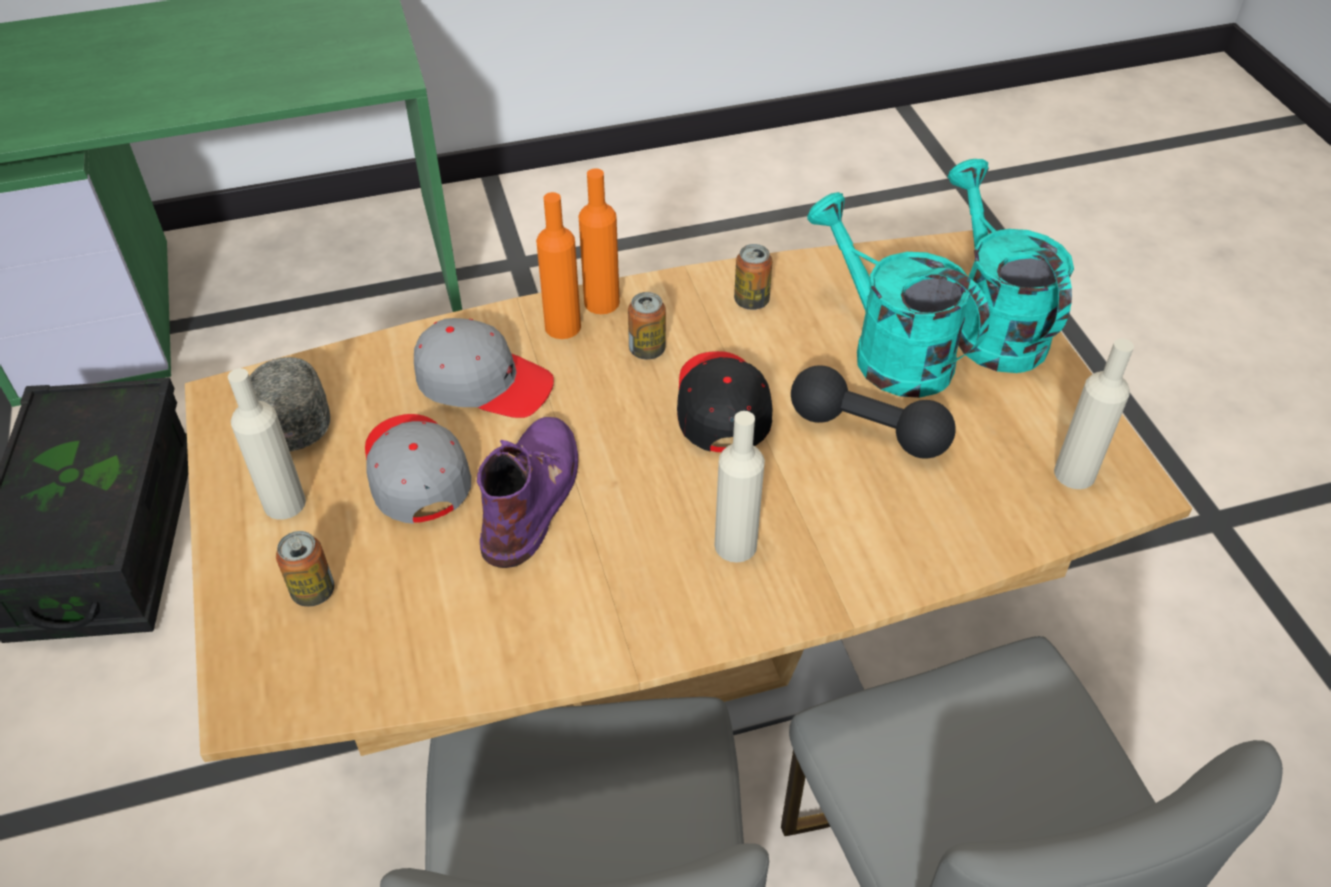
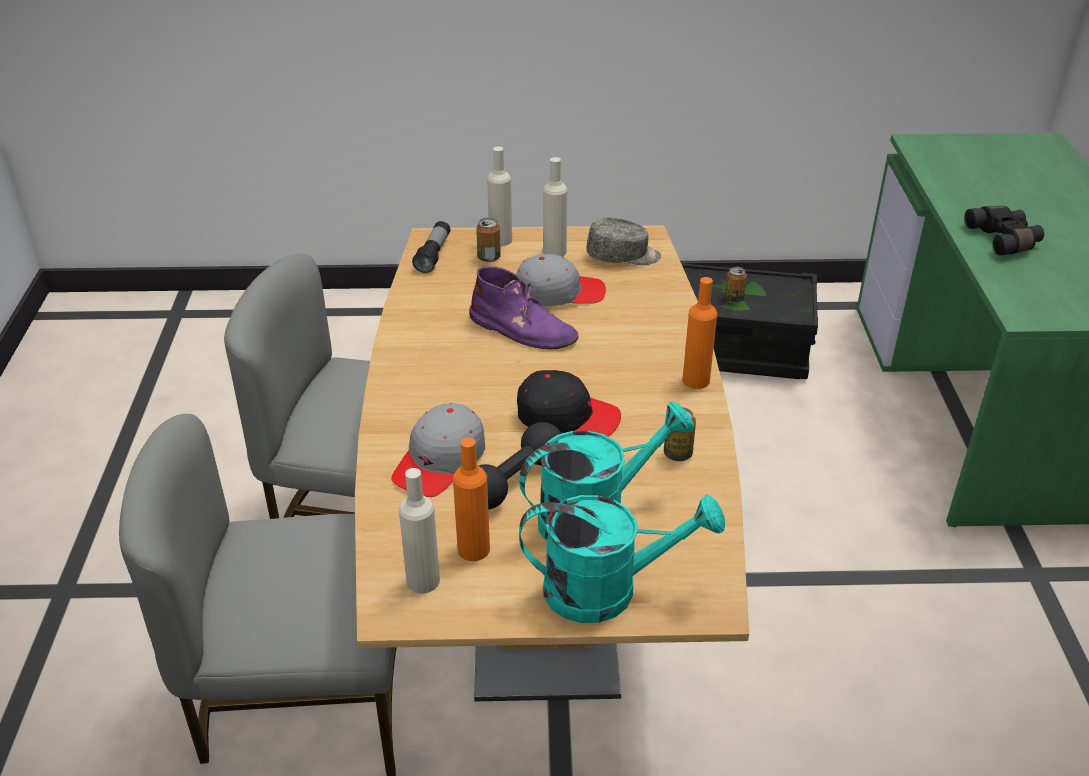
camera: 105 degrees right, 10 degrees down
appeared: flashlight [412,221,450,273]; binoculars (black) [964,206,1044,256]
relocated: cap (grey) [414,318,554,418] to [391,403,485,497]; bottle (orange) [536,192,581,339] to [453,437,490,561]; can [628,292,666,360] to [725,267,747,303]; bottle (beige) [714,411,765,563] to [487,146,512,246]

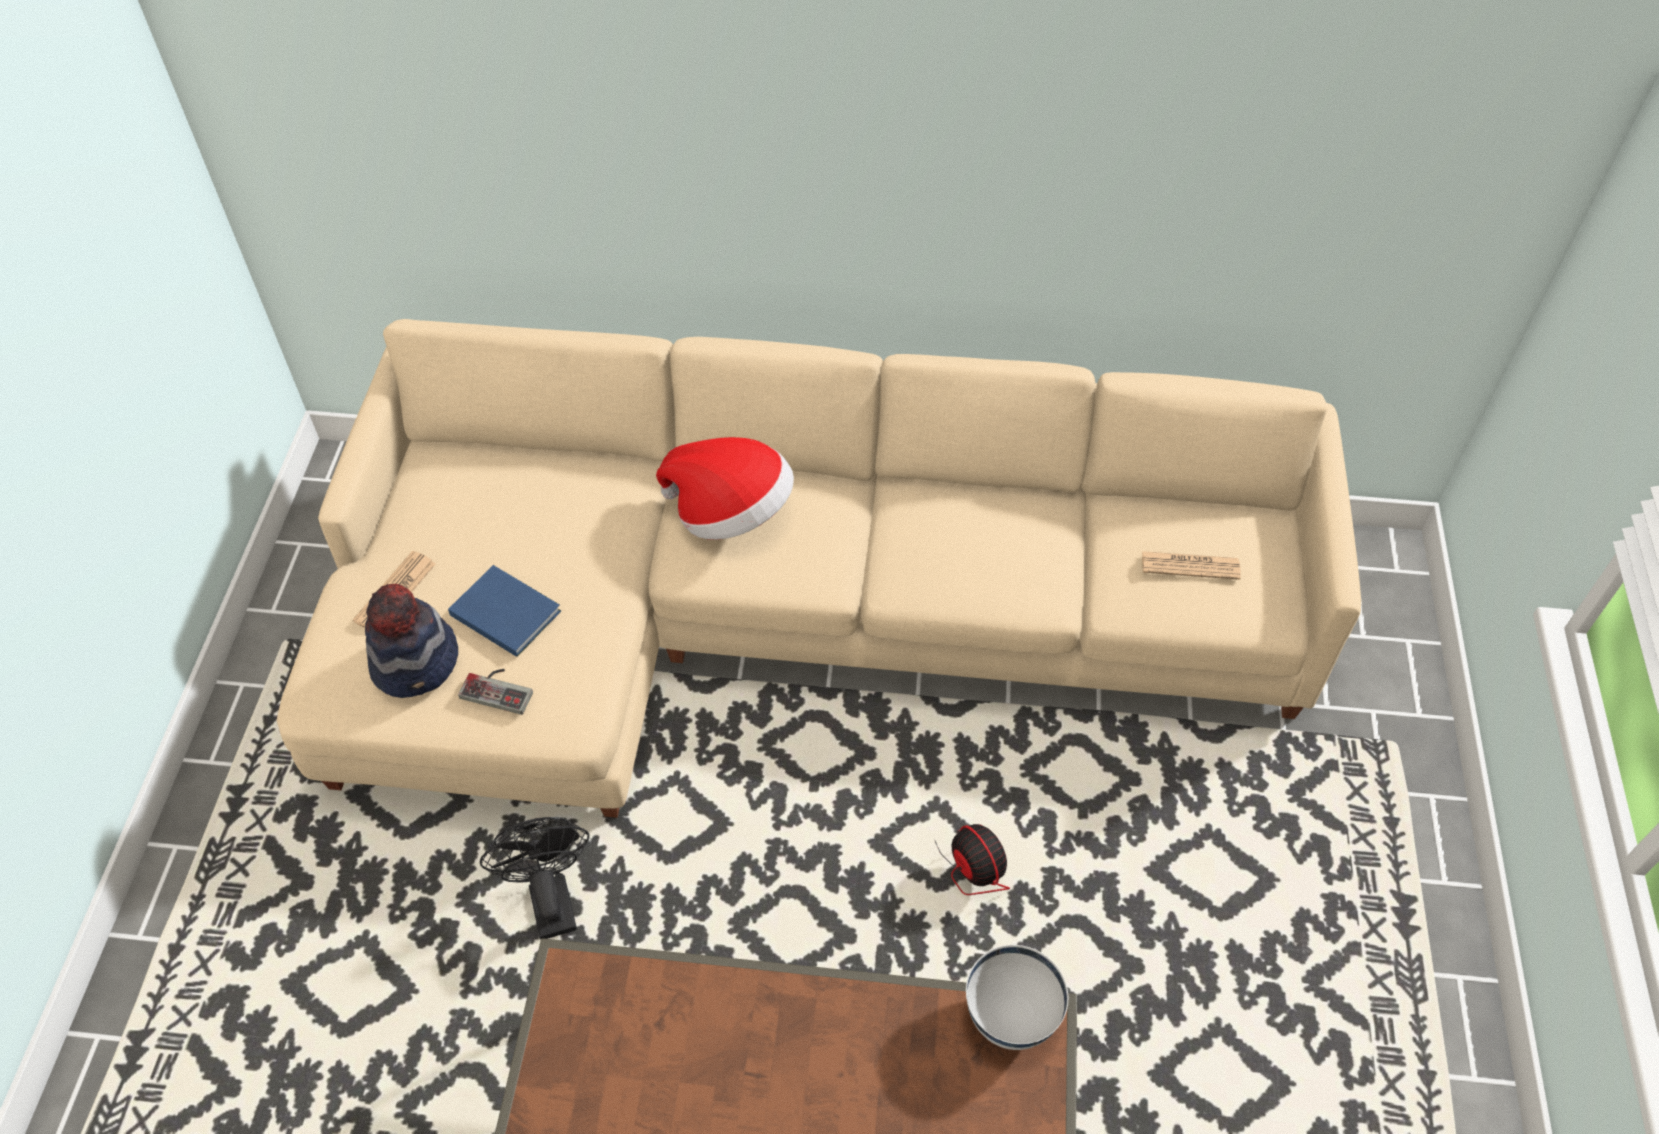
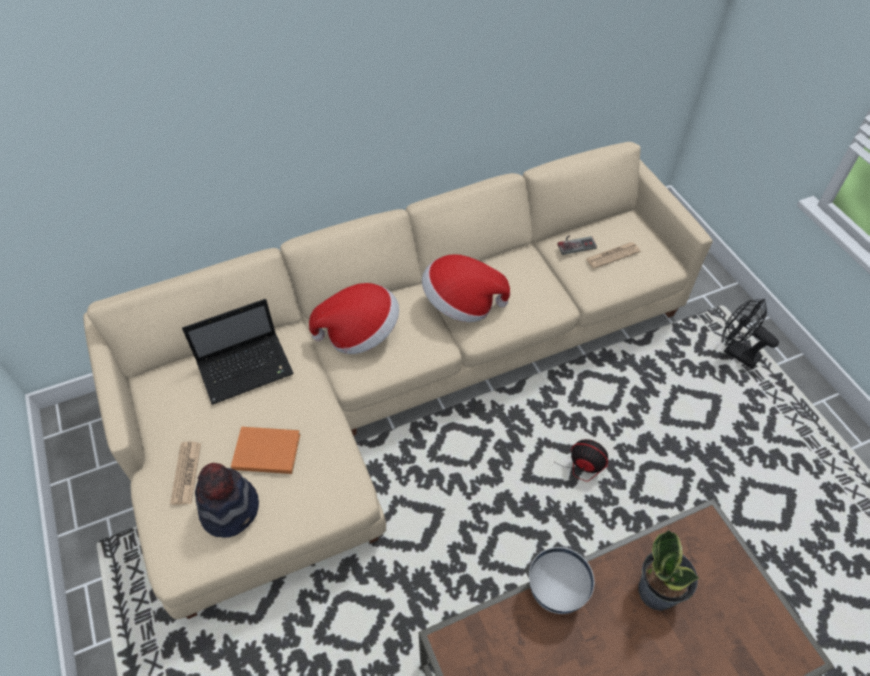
camera: 30 degrees left, 0 degrees up
appeared: laptop [182,299,294,405]; hat [422,254,510,322]; potted plant [638,529,699,611]
relocated: game controller [458,669,533,715] to [558,235,597,255]; fan (black) [480,817,590,939] to [723,299,779,369]; bowl (white) [966,945,1068,1050] to [529,547,594,614]
colour: book (blue) [448,565,561,657] to book (orange) [231,427,300,474]

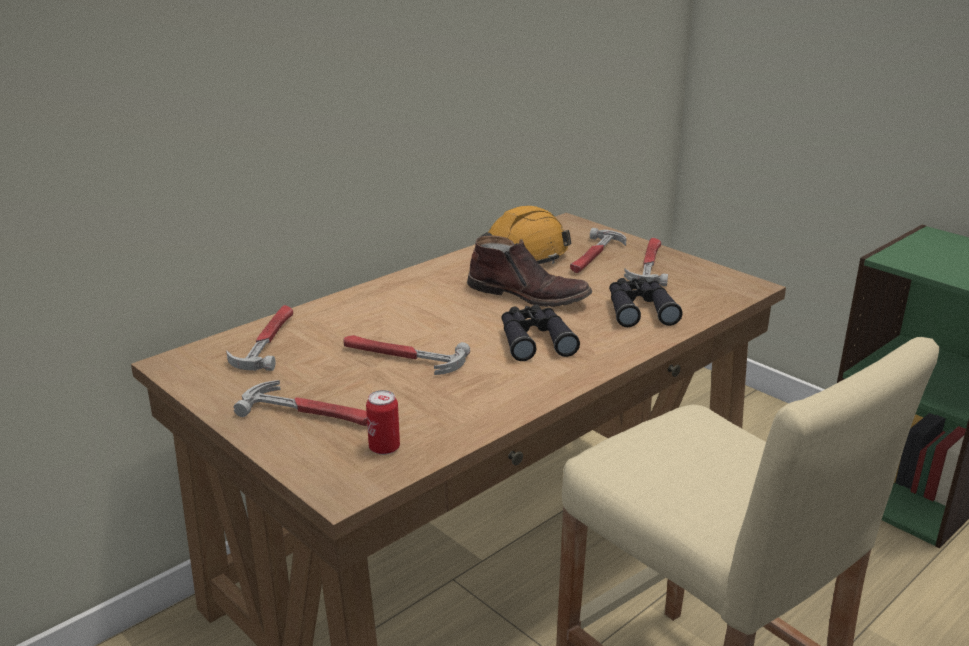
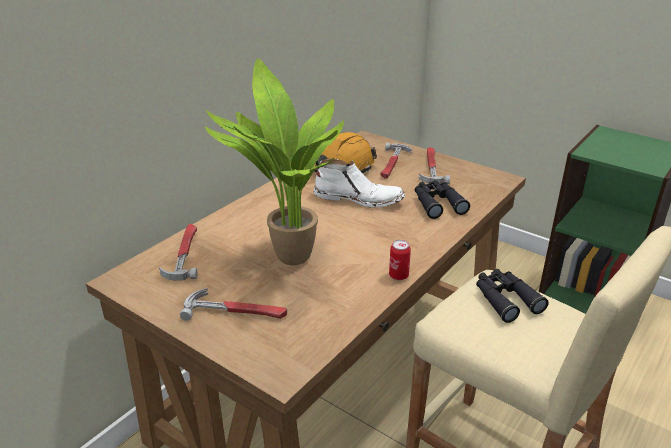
camera: 10 degrees left, 5 degrees up
relocated: can [366,390,400,455] to [389,240,411,280]; binoculars (black) [501,305,580,361] to [476,269,549,323]
exchanged: hammer [344,335,470,375] to potted plant [205,59,344,265]
colour: boot (brown) [467,235,592,307] to boot (white) [314,159,405,208]

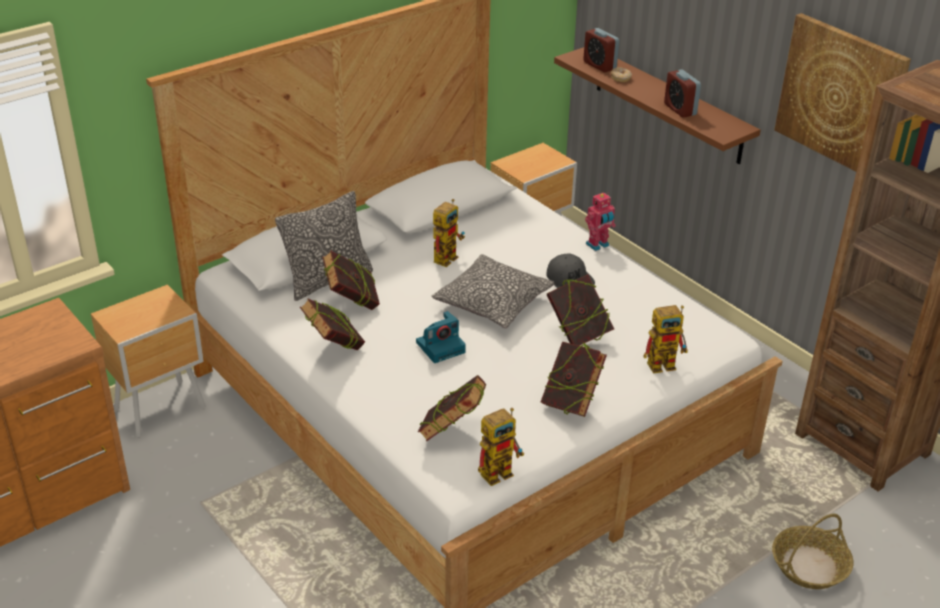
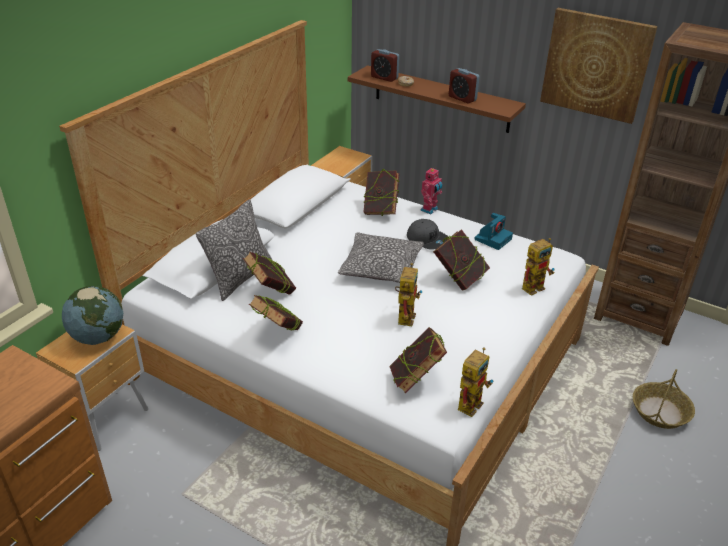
camera: 20 degrees left, 0 degrees up
appeared: globe [62,286,123,345]
relocated: photo camera [416,311,466,363] to [474,213,513,250]; toy robot [433,199,465,267] to [395,263,422,326]; book [541,341,607,417] to [363,169,400,216]

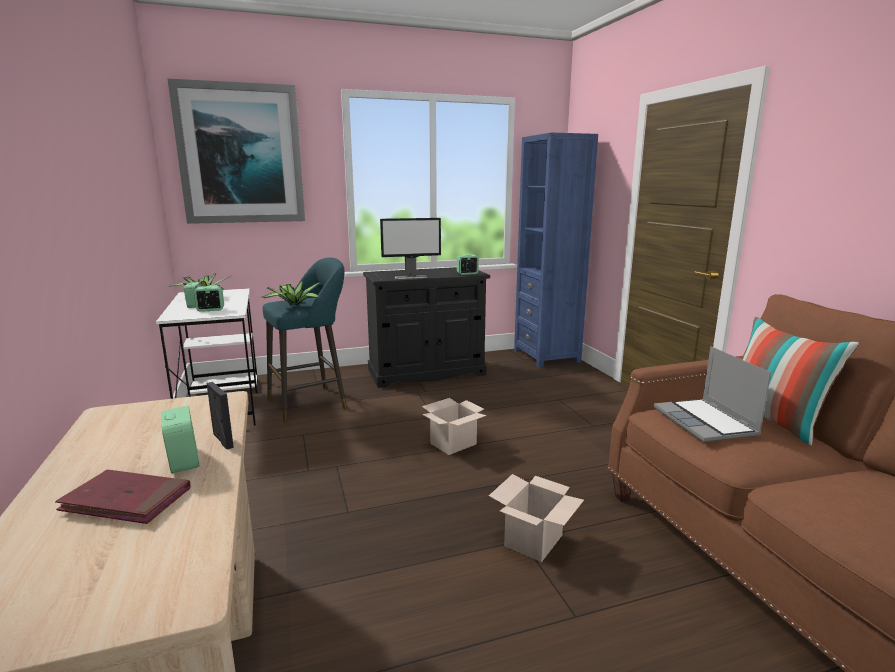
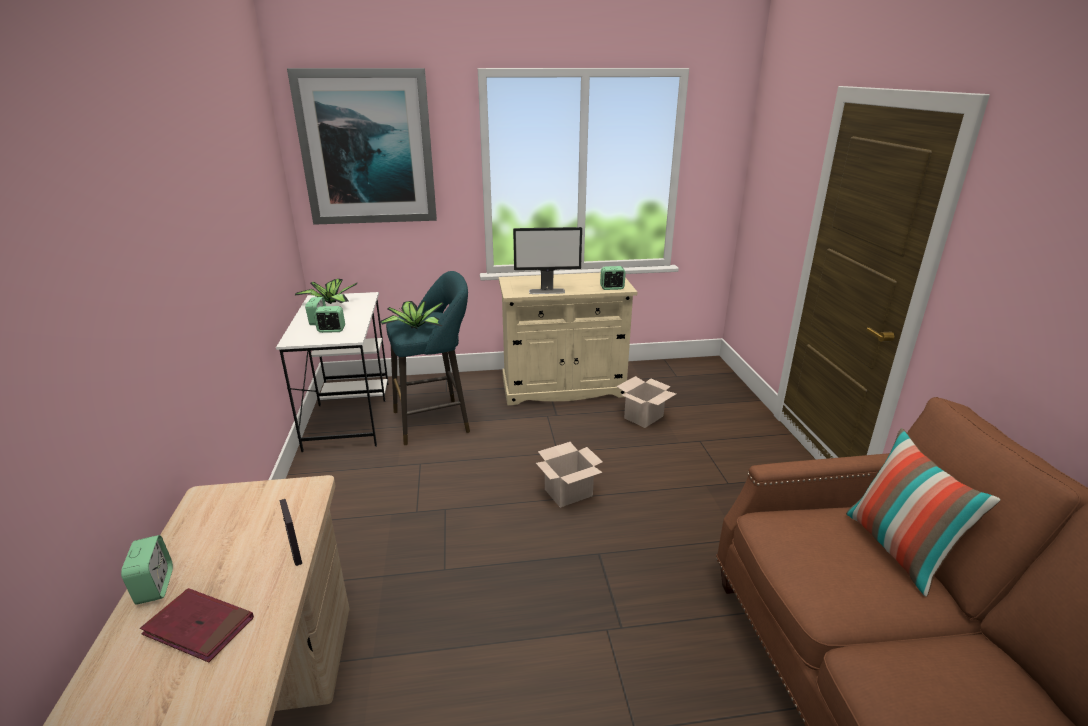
camera: 10 degrees right, 10 degrees up
missing: bookcase (blue) [514,132,598,368]; laptop [654,346,771,442]
relocated: alarm clock [161,406,200,474] to [121,535,173,605]; cardboard box [489,474,584,562] to [616,376,676,428]
colour: cabinet (black) [363,267,490,388] to cabinet (beige) [499,273,637,405]

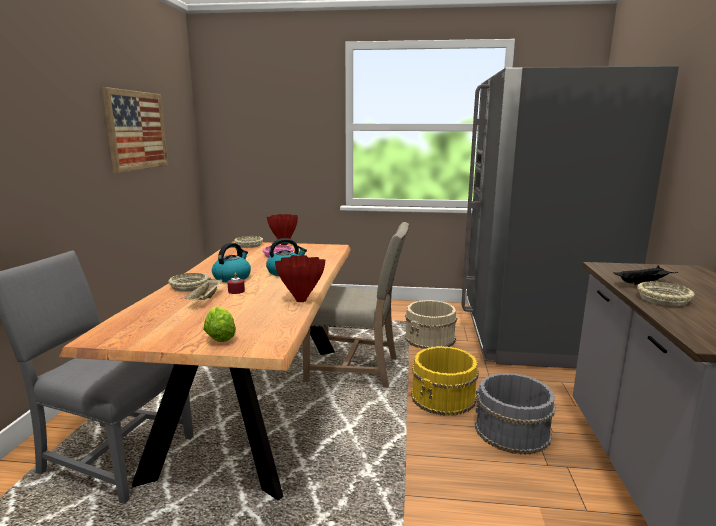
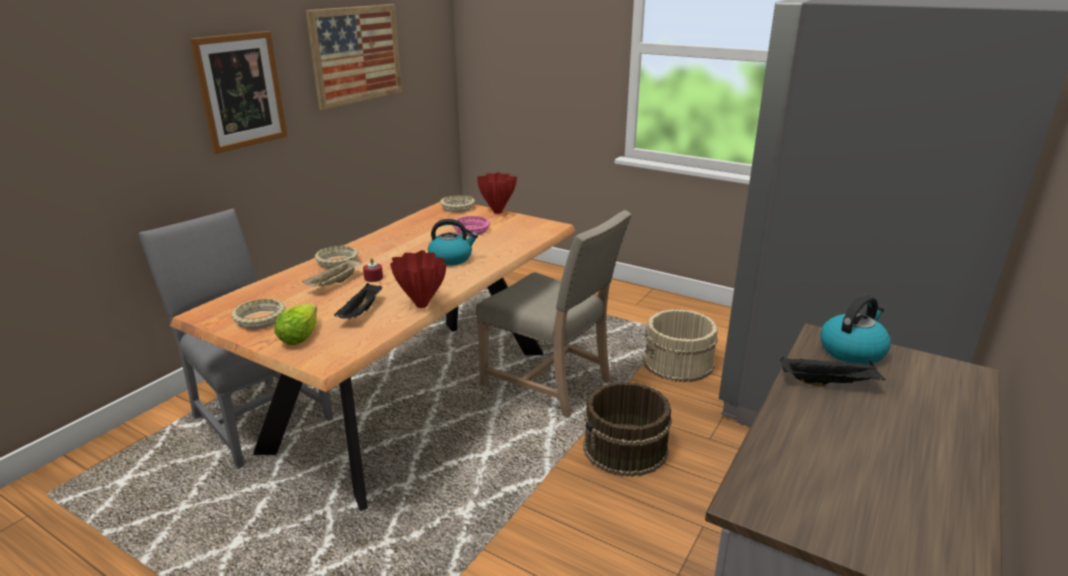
camera: 25 degrees right, 10 degrees up
missing: bucket (grey) [475,373,556,455]
appeared: picture [190,31,287,154]; tray (black) [334,283,382,319]
relocated: kettle [212,242,251,282] to [820,295,891,364]; bowl (beige) [637,281,695,306] to [231,299,285,330]
colour: bucket (yellow) [411,346,479,416] to bucket (brown) [583,382,672,477]

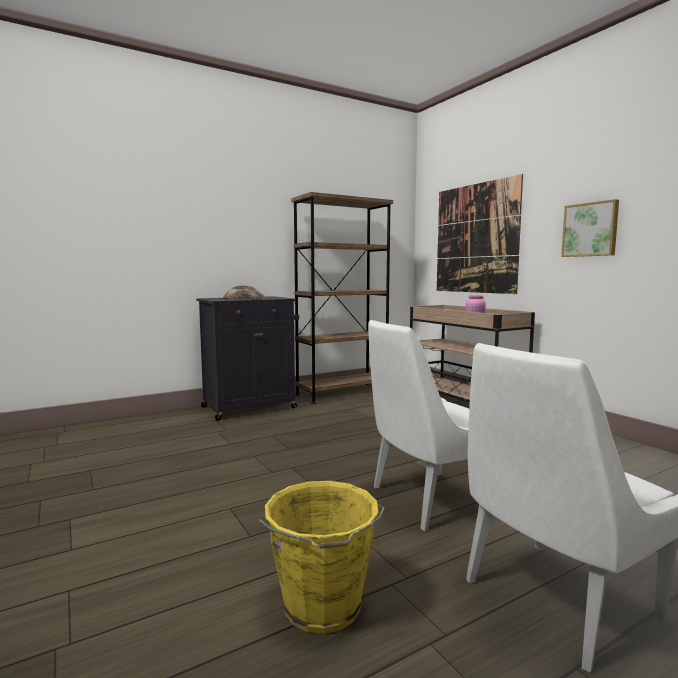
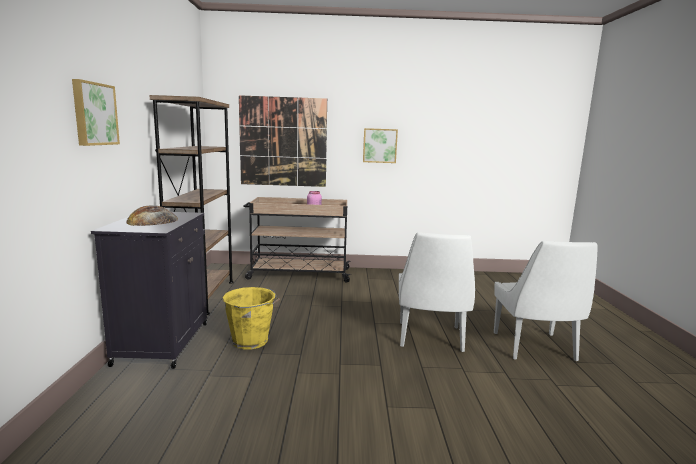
camera: 60 degrees left, 5 degrees up
appeared: picture [72,79,120,146]
relocated: bucket (yellow) [259,481,385,634] to [223,287,280,350]

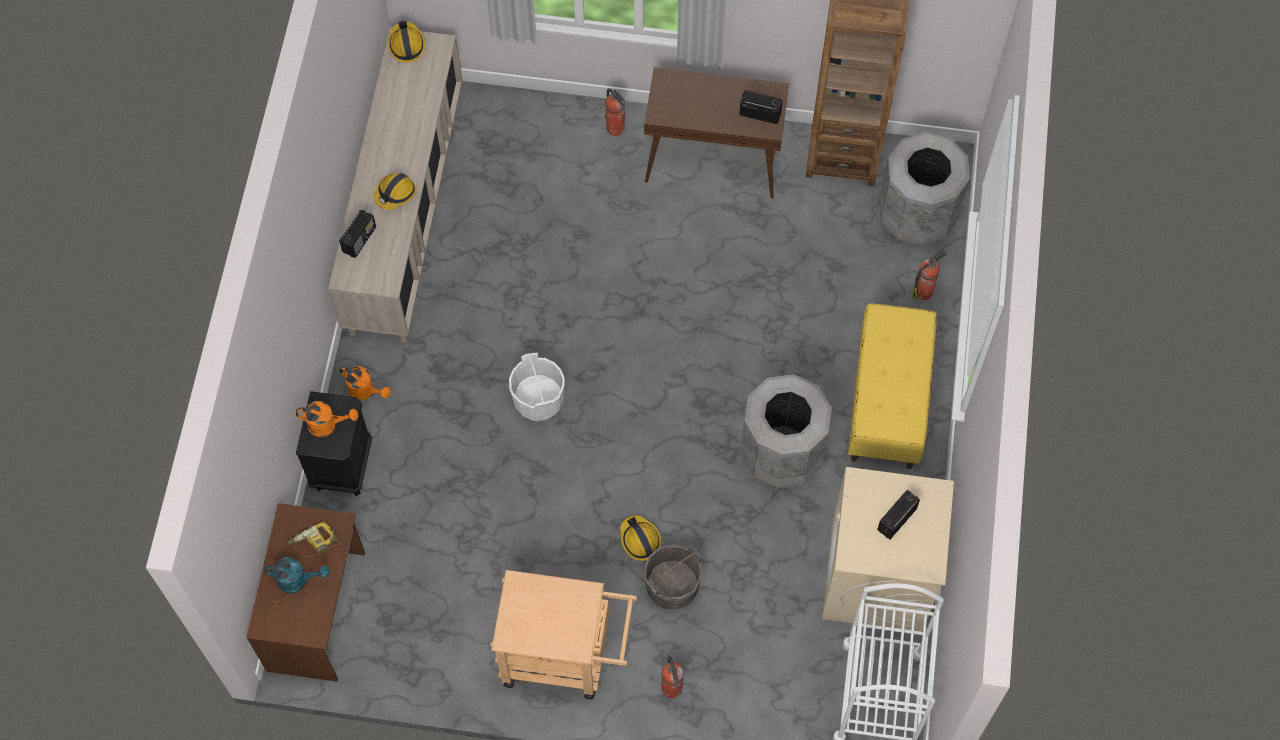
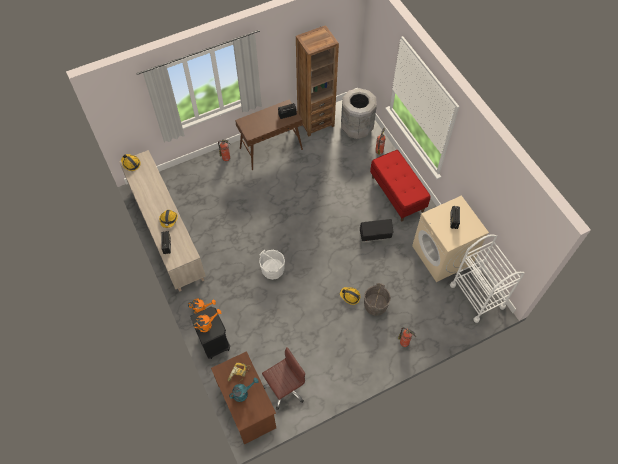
camera: 35 degrees left, 5 degrees down
missing: cart (beige) [490,570,637,699]
appeared: office chair (brown) [262,347,305,410]
exchanged: trash can (grey) [740,374,832,488] to storage box (black) [360,219,394,241]
colour: bench (yellow) [848,303,937,469] to bench (red) [370,150,430,222]

